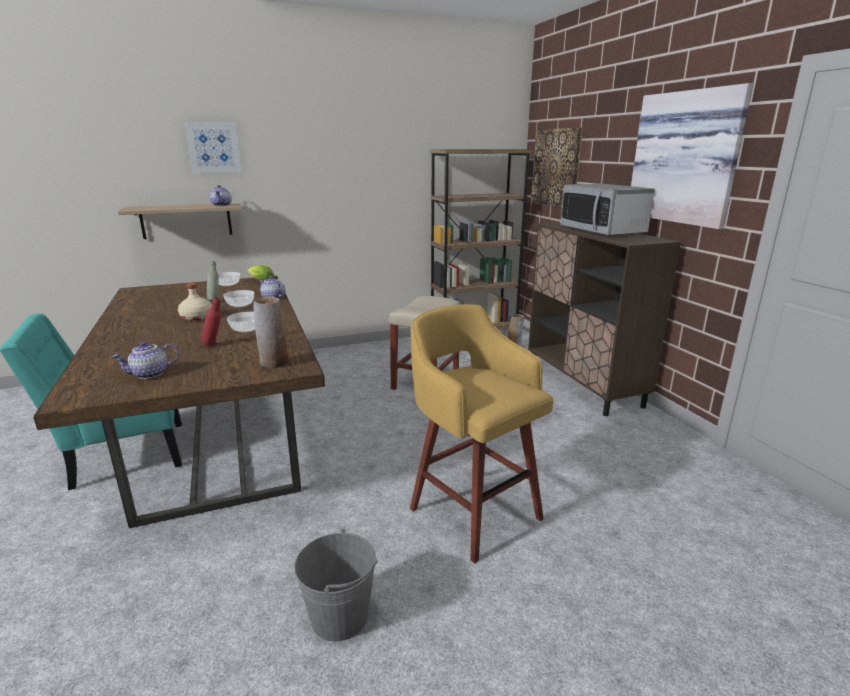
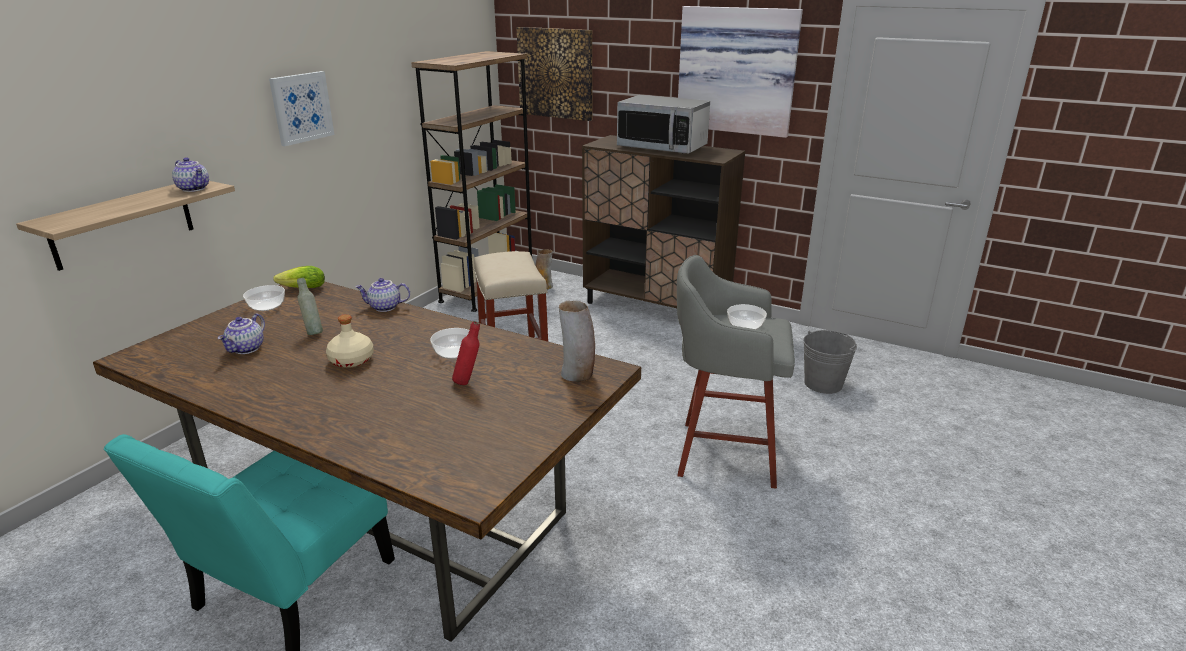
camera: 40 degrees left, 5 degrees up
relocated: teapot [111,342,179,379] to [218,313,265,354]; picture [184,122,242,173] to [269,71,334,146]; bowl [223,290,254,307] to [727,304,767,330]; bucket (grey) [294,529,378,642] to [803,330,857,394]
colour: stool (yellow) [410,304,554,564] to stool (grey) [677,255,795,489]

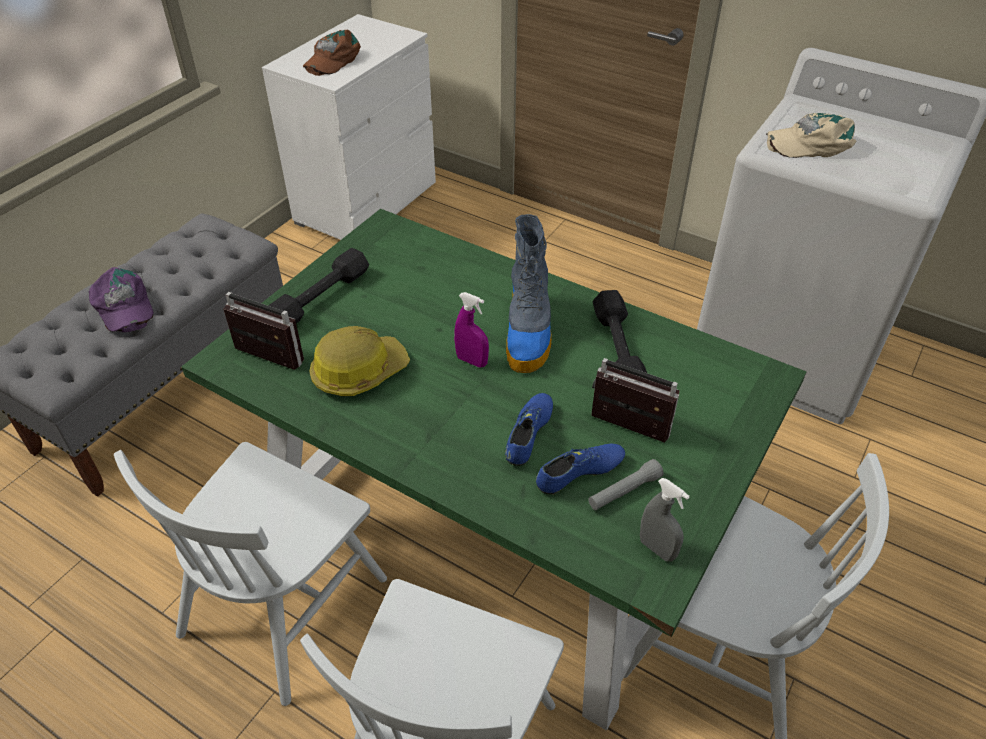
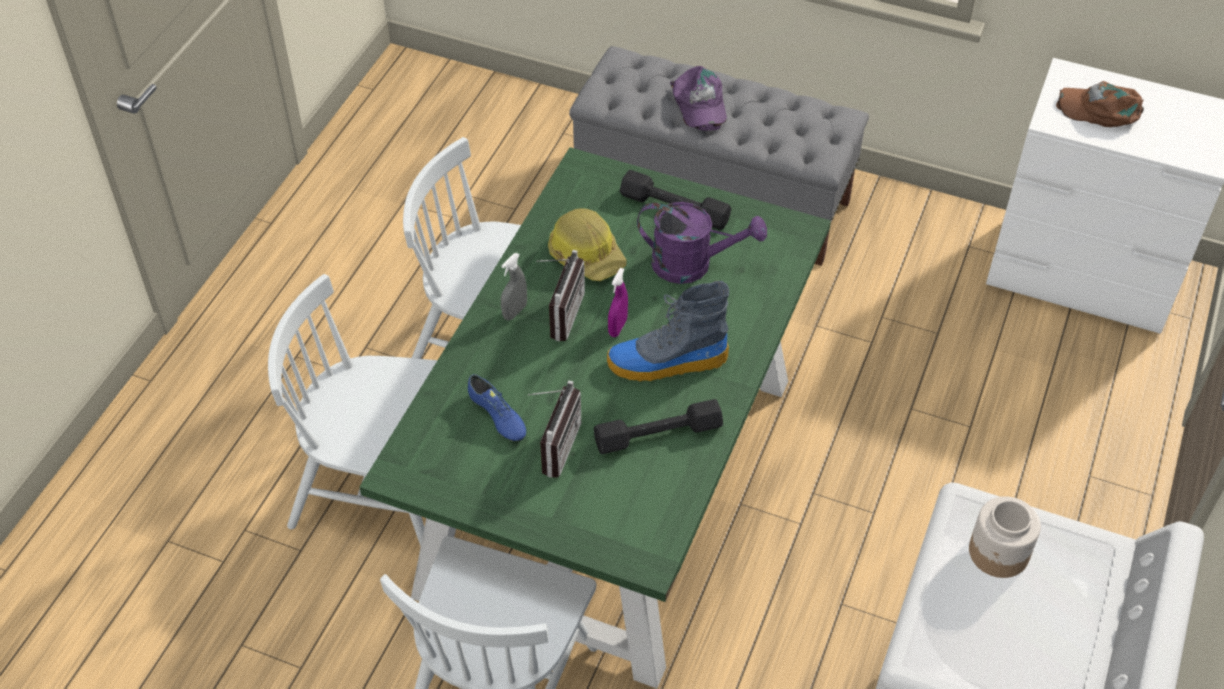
camera: 80 degrees right, 5 degrees up
missing: shoe (blue) [505,393,553,466]; flashlight (grey) [588,459,664,510]
appeared: watering can (purple) [637,202,767,284]
relocated: radio [223,292,304,370] to [536,250,585,341]; spray bottle (grey) [640,478,690,562] to [501,253,527,321]
exchanged: cap (beige) [766,113,856,158] to jar [969,496,1041,578]
spun: cap (purple) [88,267,154,332] = [670,66,727,131] 60 degrees counterclockwise

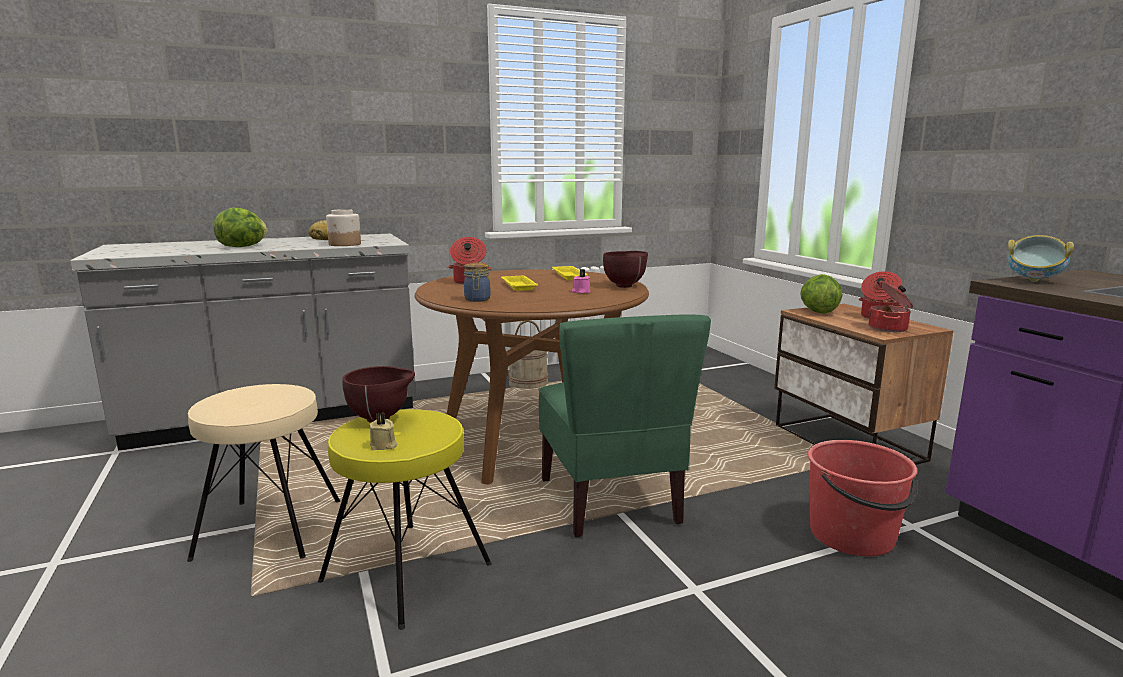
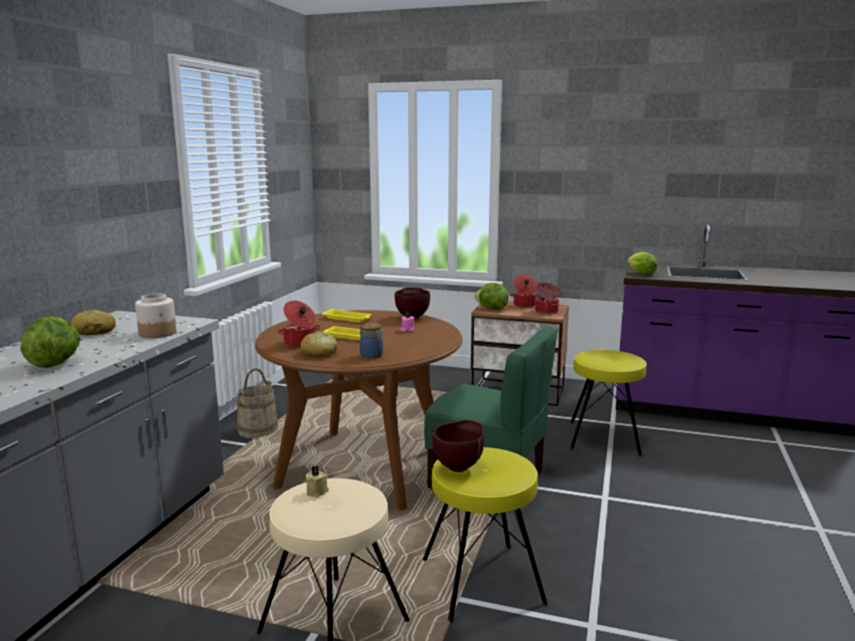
camera: 50 degrees left, 0 degrees up
appeared: bread [300,332,338,357]
relocated: candle (beige) [369,412,397,450] to [306,466,329,497]
exchanged: bucket (red) [808,440,918,556] to stool (yellow) [570,350,647,457]; bowl [1007,235,1074,282] to lettuce [627,252,657,275]

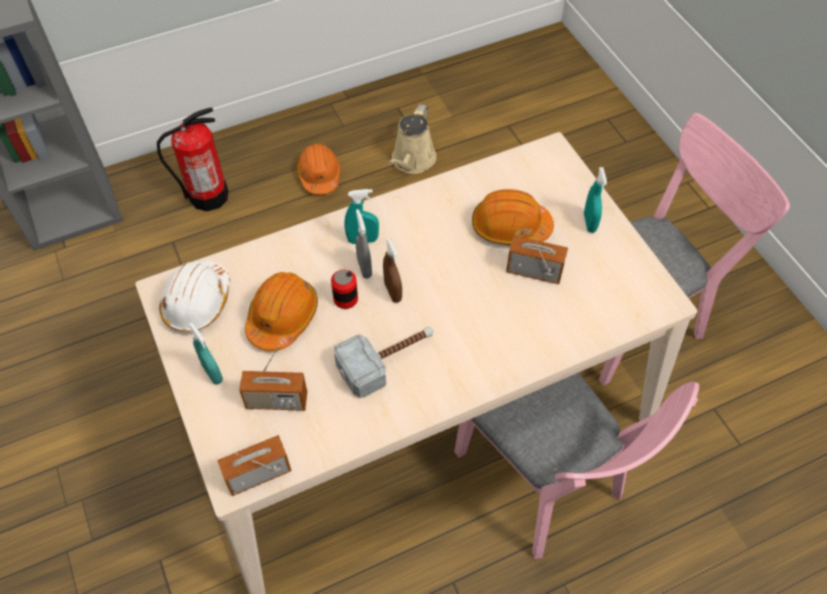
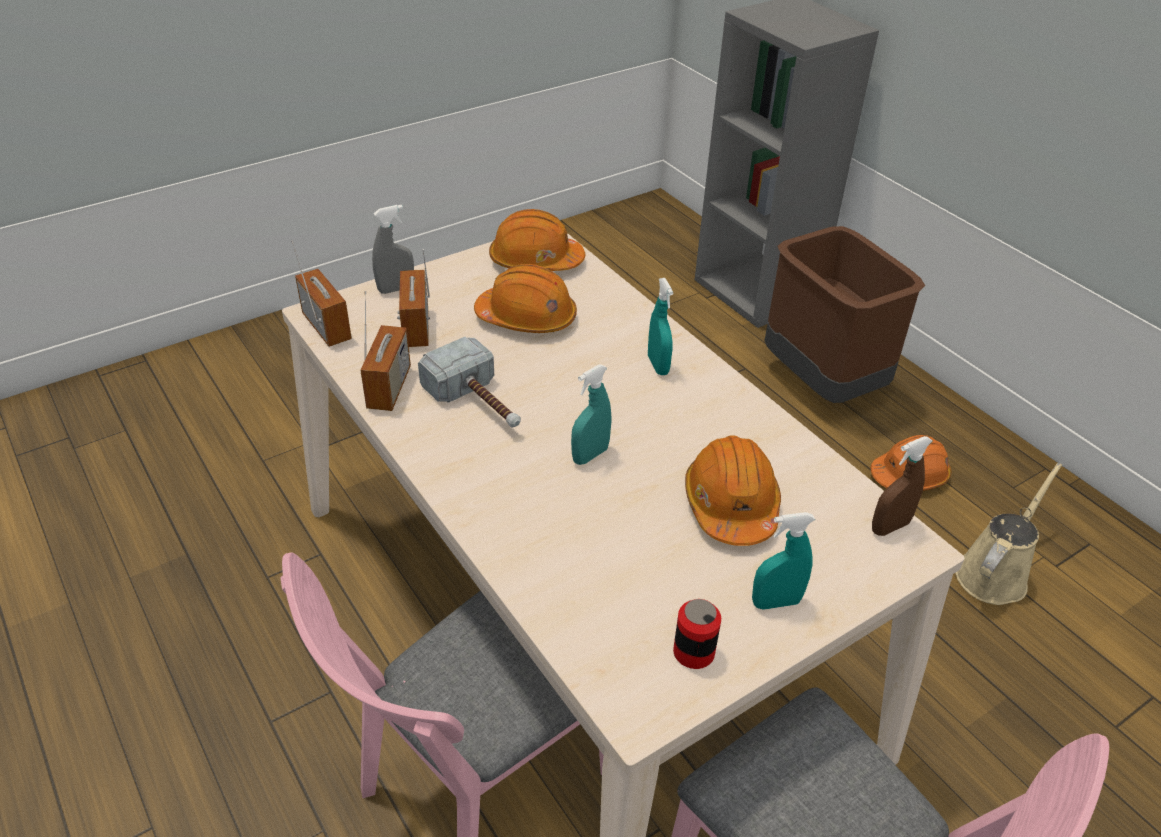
camera: 80 degrees right, 15 degrees down
relocated: spray bottle (turquoise) [188,322,223,385] to [571,365,611,465]; can [331,269,358,309] to [673,599,721,669]; spray bottle (grey) [355,209,372,278] to [372,205,414,294]; spray bottle (brown) [383,238,402,303] to [872,436,932,536]; radio [506,229,568,284] to [360,291,411,411]
exchanged: fire extinguisher [157,108,228,211] to trash can (brown) [764,226,925,403]
colour: hard hat (white) [159,261,231,333] to hard hat (orange) [489,209,585,271]
spun: watering can (beige) [388,104,436,174] = [955,463,1062,605] 120 degrees clockwise

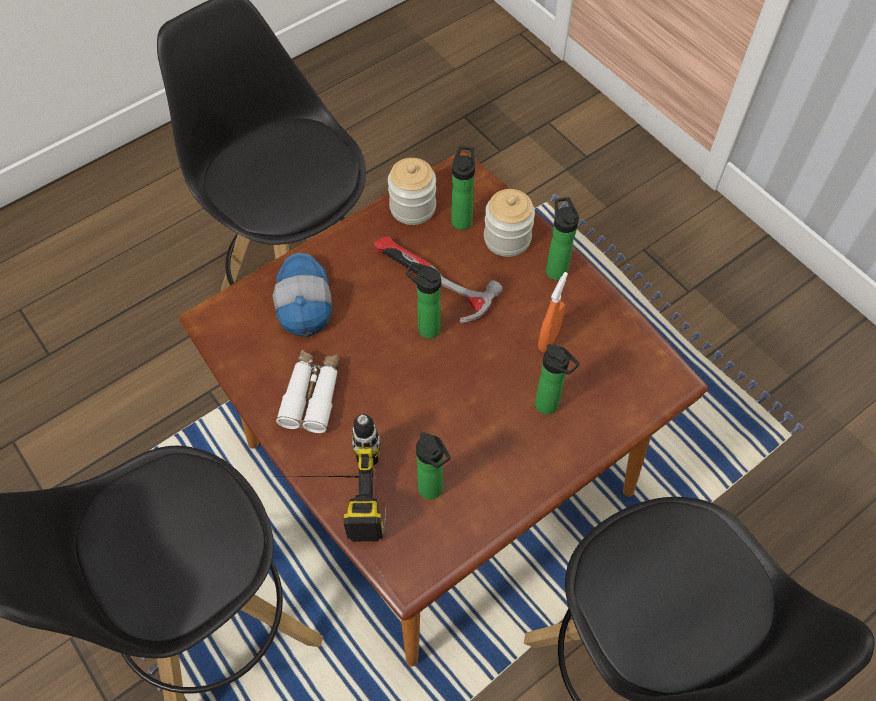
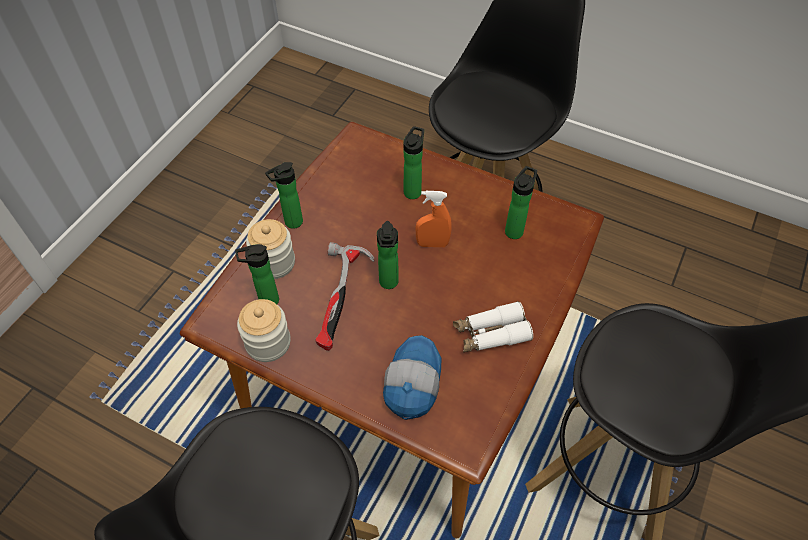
camera: 115 degrees left, 5 degrees down
missing: power drill [284,414,386,542]
relocated: spray bottle (orange) [538,272,568,352] to [415,191,452,247]
spun: cap [273,253,332,338] = [383,335,441,420] 135 degrees clockwise

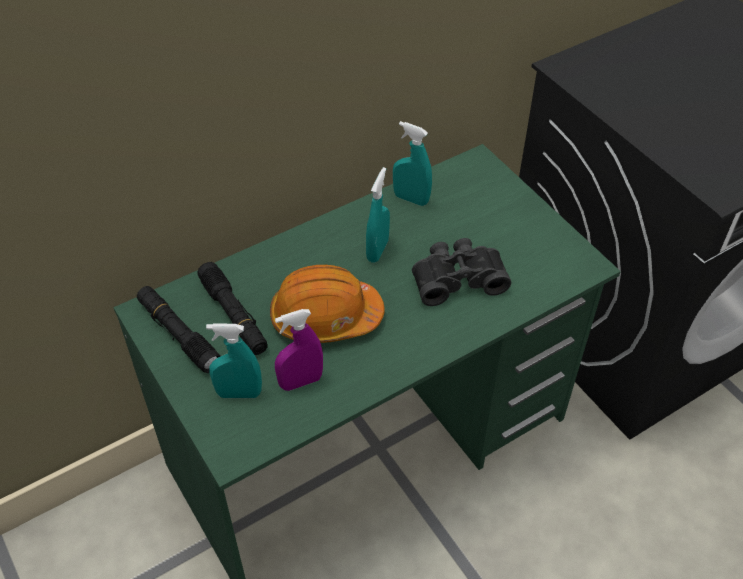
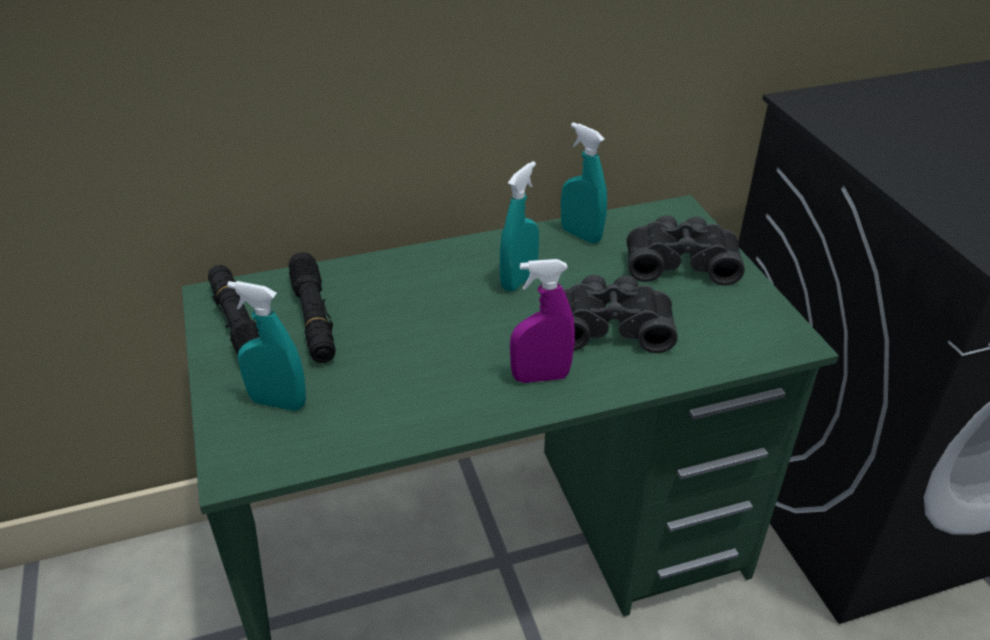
camera: 15 degrees right, 10 degrees down
missing: hard hat (orange) [270,265,385,343]
appeared: binoculars (black) [627,215,745,285]
relocated: spray bottle (purple) [275,309,323,391] to [510,259,575,383]

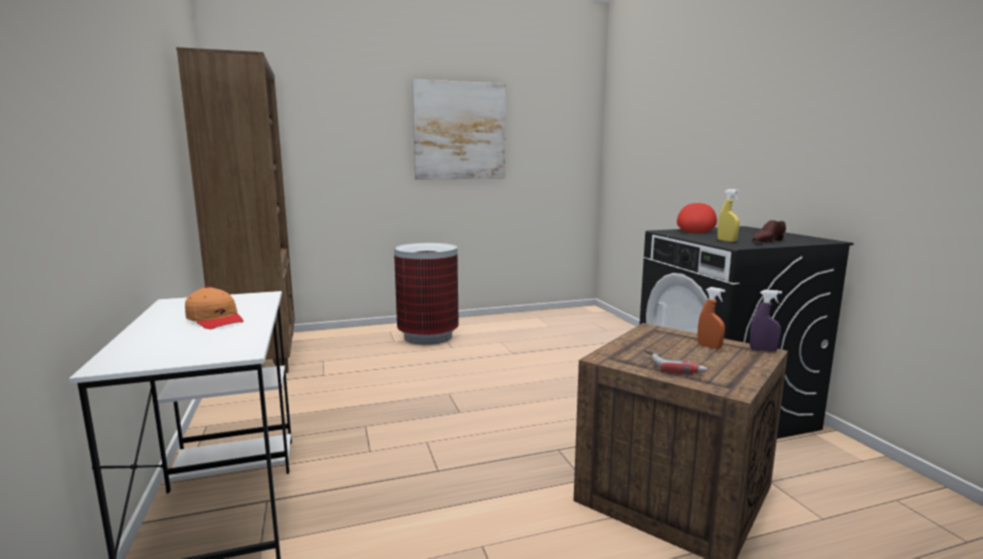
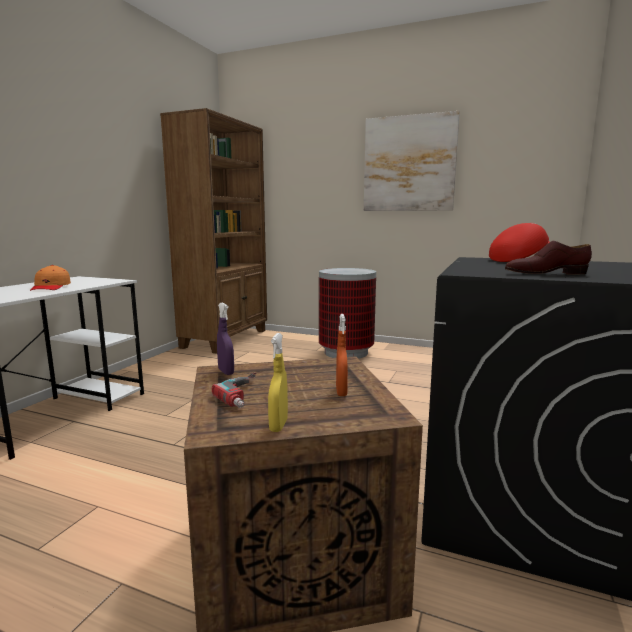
camera: 40 degrees right, 0 degrees up
relocated: spray bottle (yellow) [717,189,740,242] to [268,333,288,432]; spray bottle (purple) [750,290,782,352] to [217,303,234,375]

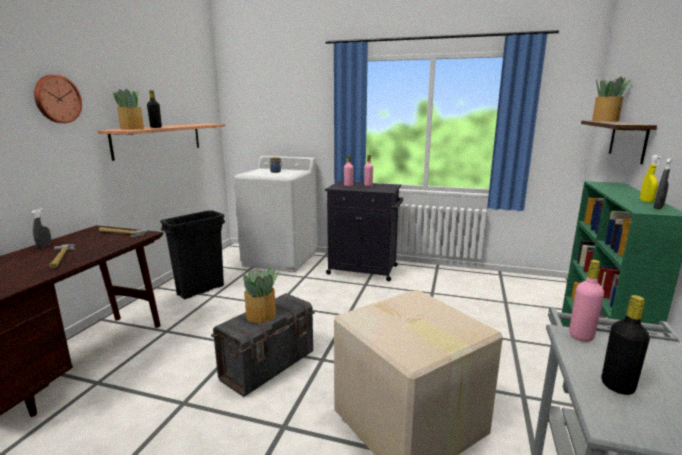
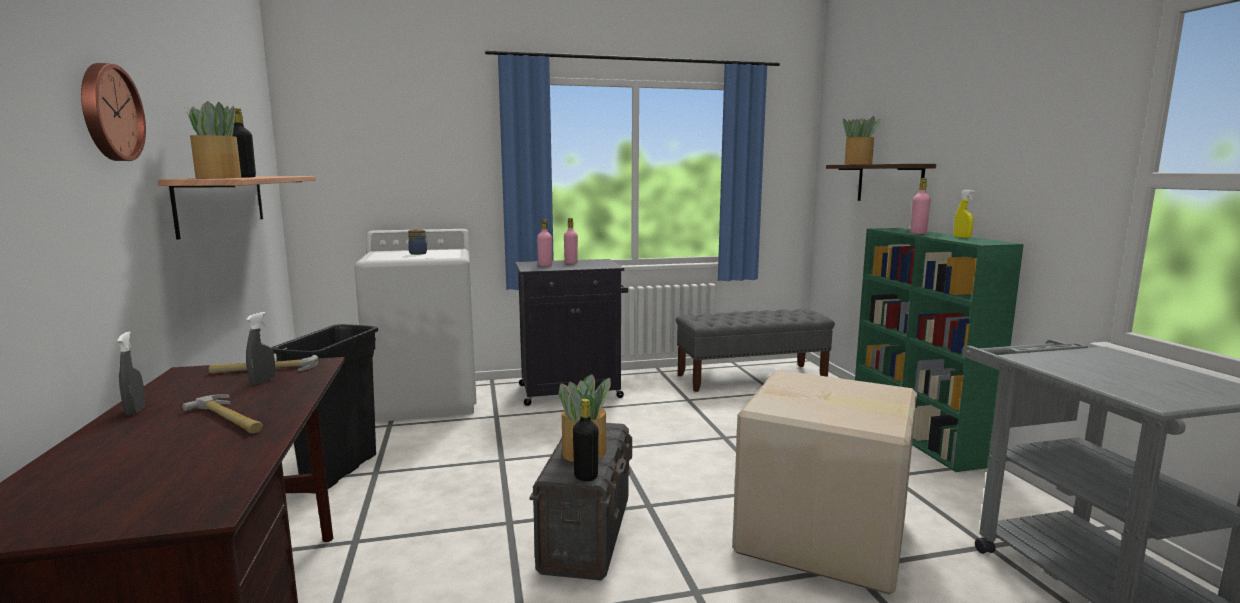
camera: 30 degrees left, 5 degrees down
appeared: bench (grey) [676,308,835,392]
relocated: bottle (pink) [569,260,604,342] to [910,178,931,234]; bottle (black) [601,295,650,395] to [573,399,598,481]; spray bottle (grey) [653,158,672,209] to [246,312,275,385]

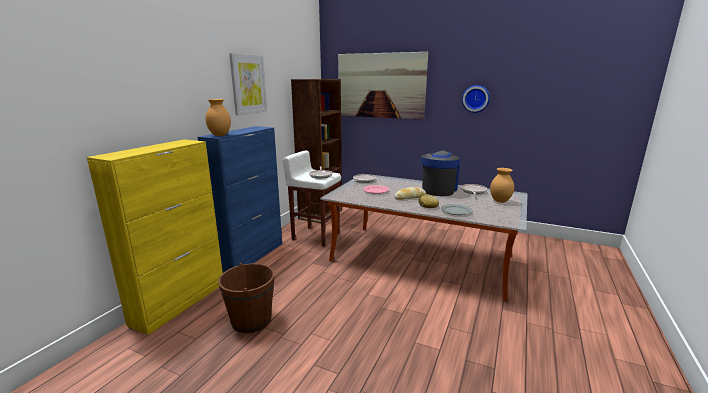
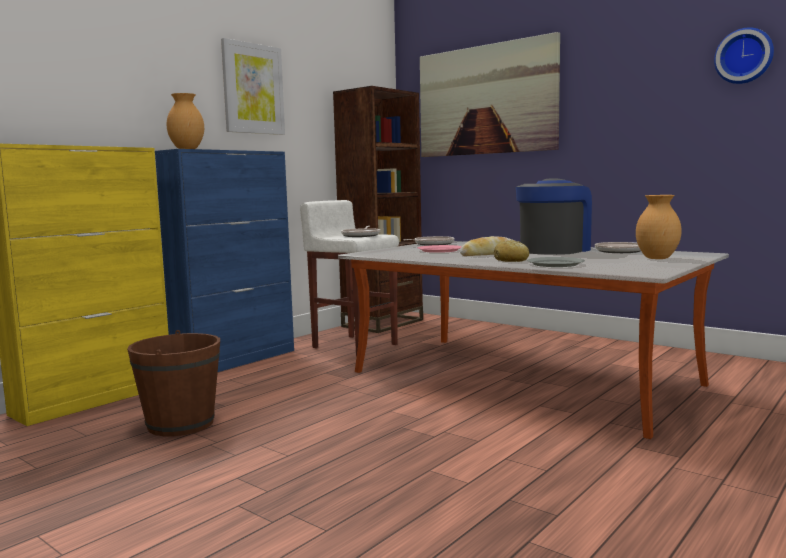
camera: 15 degrees right, 10 degrees down
relocated: wall clock [462,85,490,113] to [714,27,774,84]

